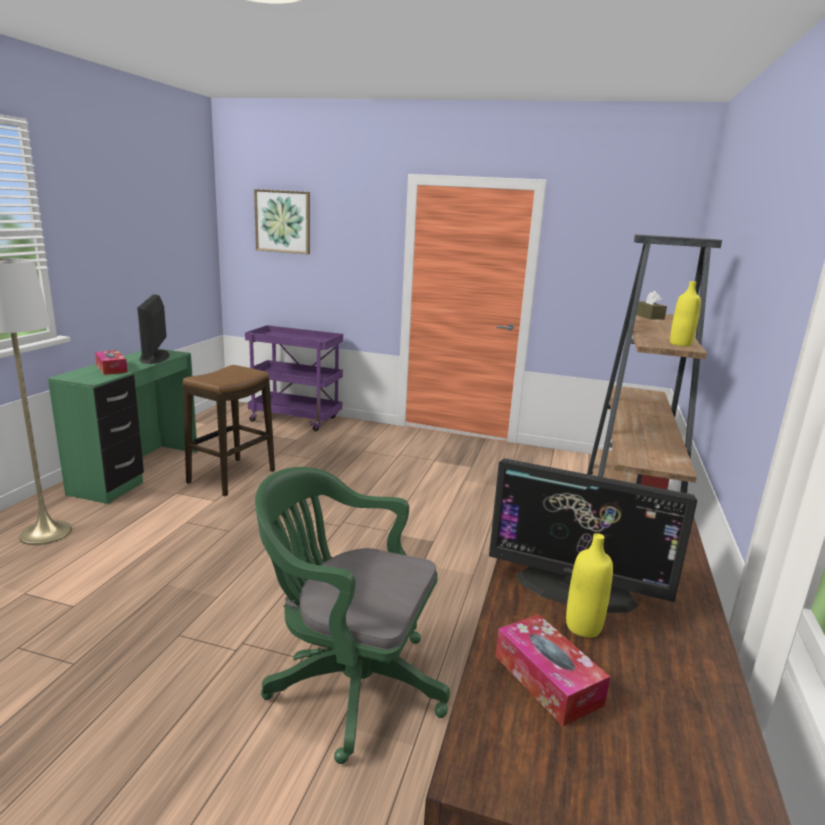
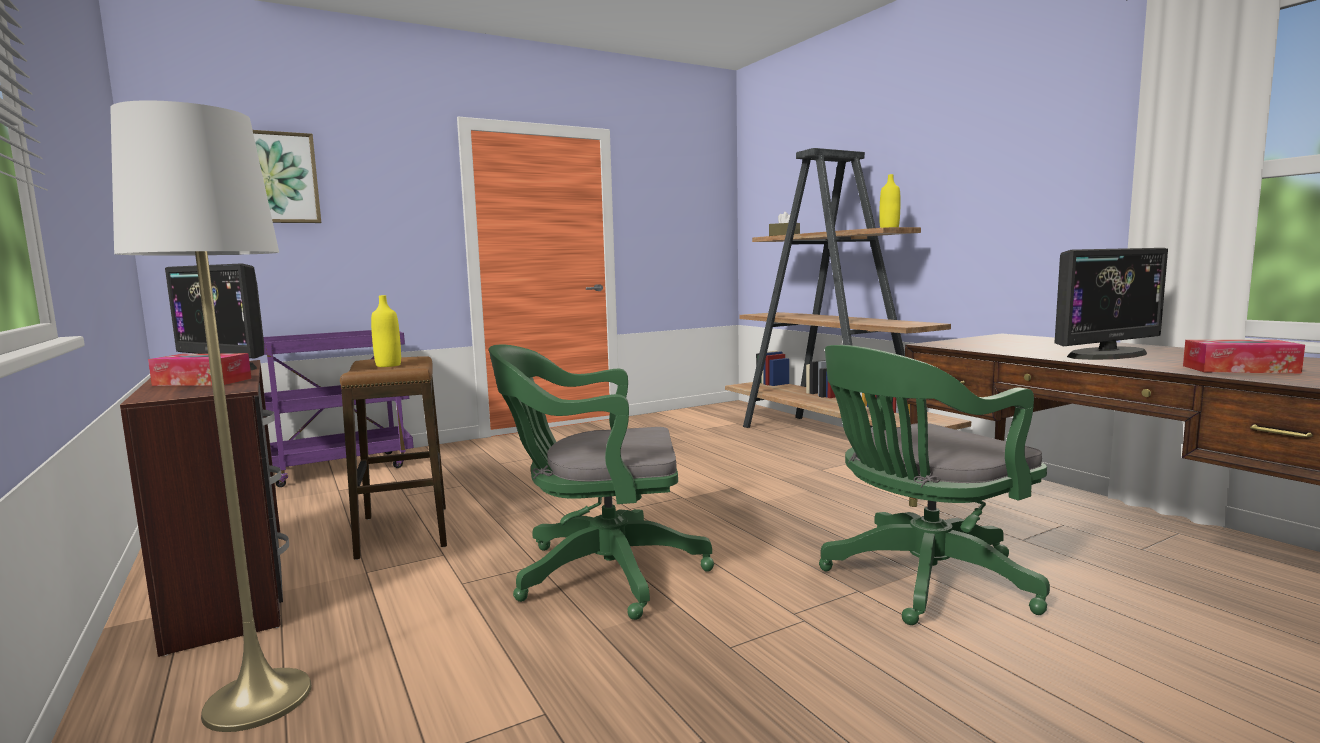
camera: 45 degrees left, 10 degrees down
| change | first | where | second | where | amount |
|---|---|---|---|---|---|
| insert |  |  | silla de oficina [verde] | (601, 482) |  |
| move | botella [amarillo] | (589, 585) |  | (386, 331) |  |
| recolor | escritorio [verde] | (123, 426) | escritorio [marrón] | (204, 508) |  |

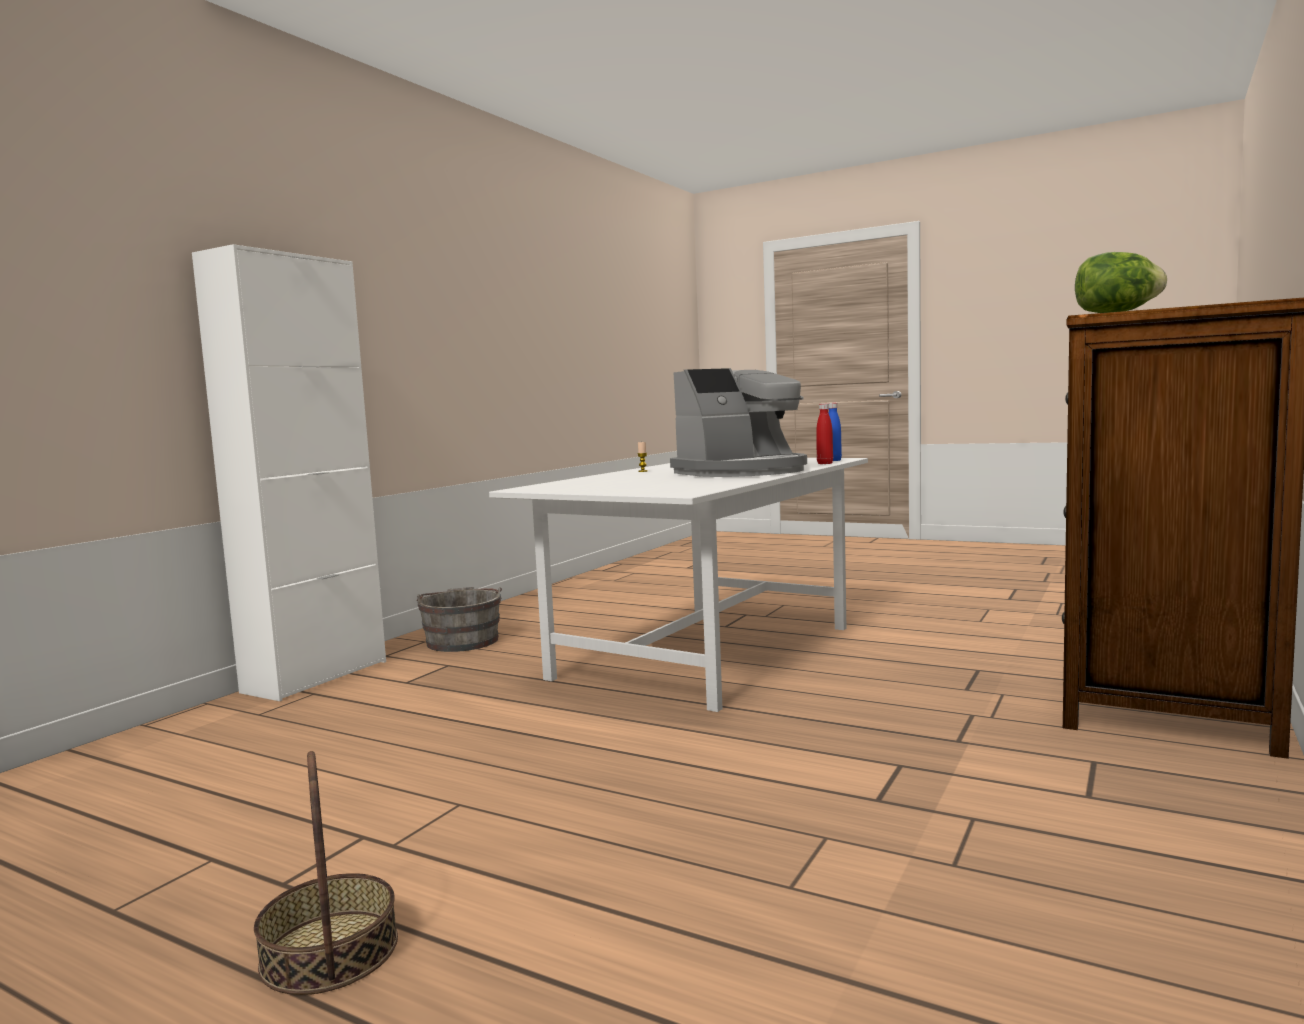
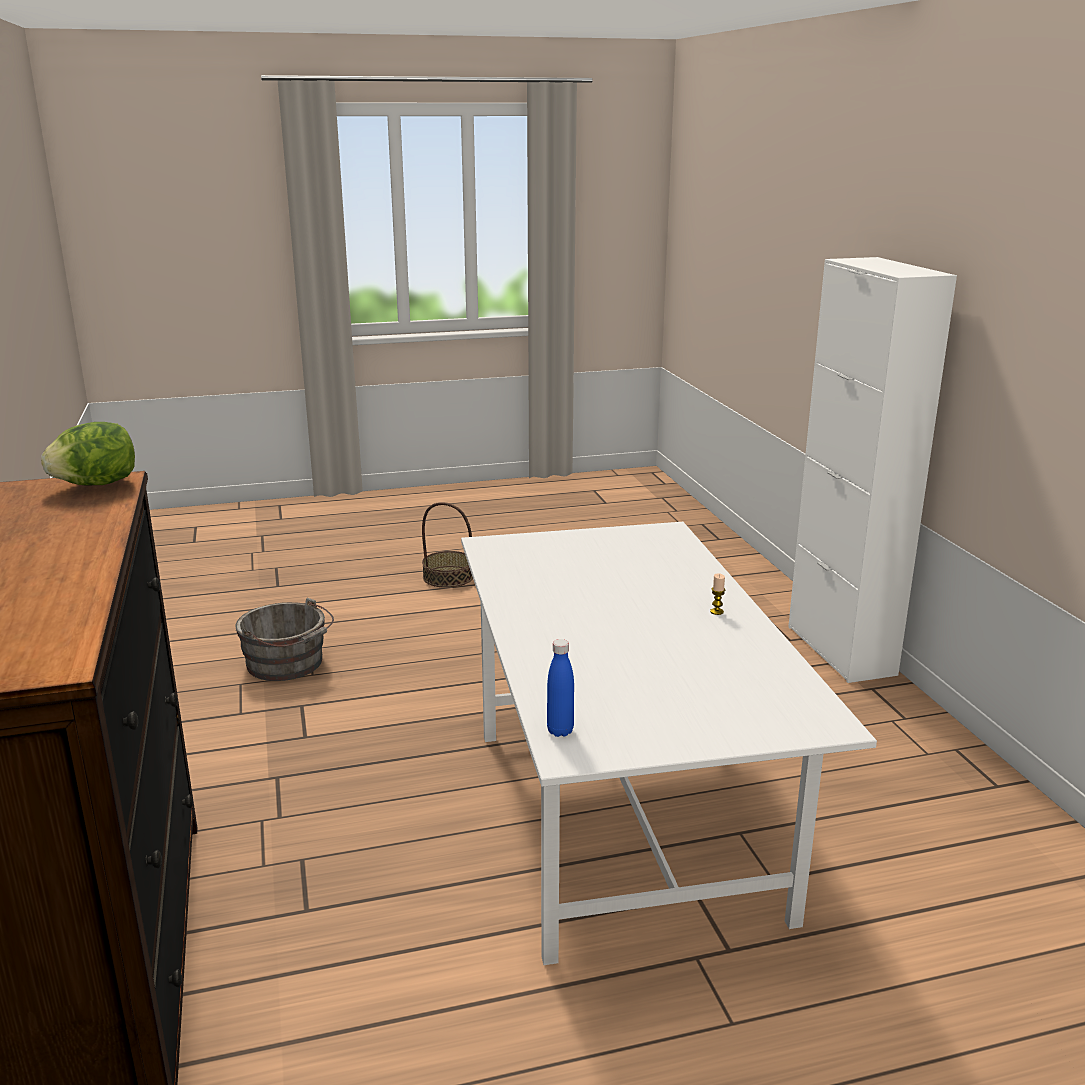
camera: 135 degrees right, 15 degrees up
| change | first | where | second | where | amount |
|---|---|---|---|---|---|
| delete | cafetera | (738, 422) |  |  |  |
| delete | botella [rojo] | (824, 433) |  |  |  |
| move | cubo [gris] | (459, 619) |  | (285, 639) |  |

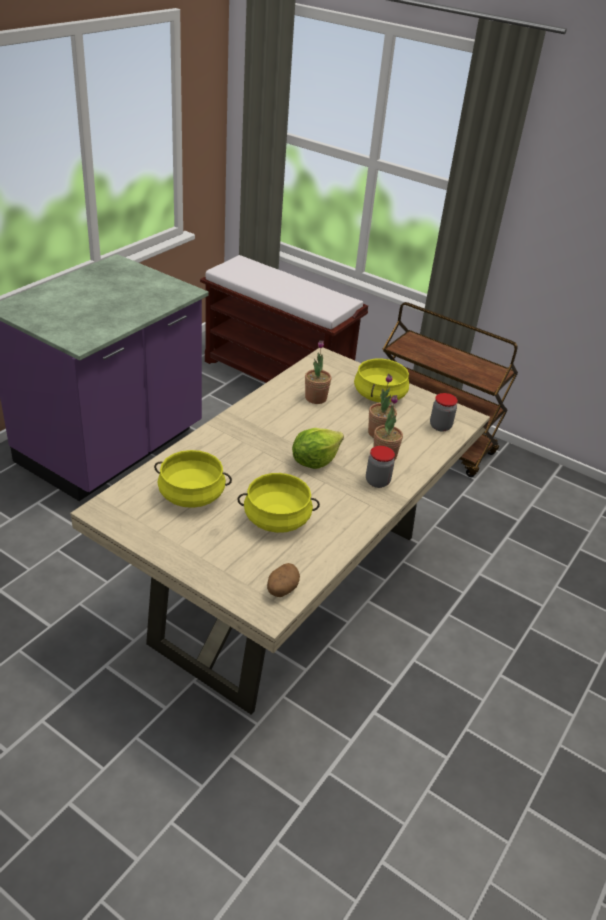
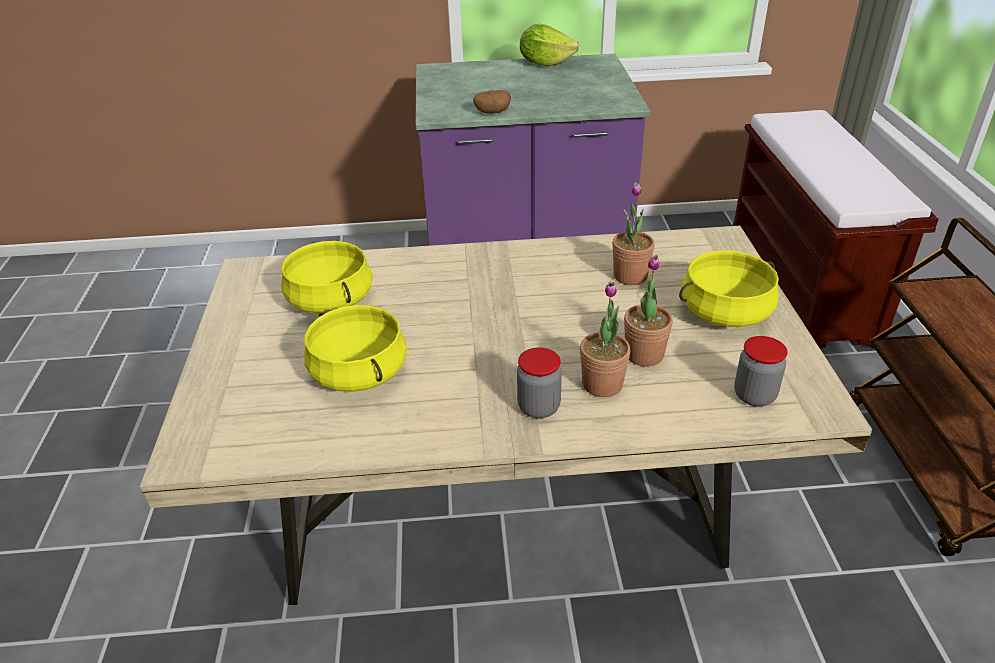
camera: 55 degrees right, 0 degrees up
| change | first | where | second | where | amount |
|---|---|---|---|---|---|
| move | patata | (283, 580) |  | (492, 102) |  |
| move | lechuga | (318, 448) |  | (549, 45) |  |

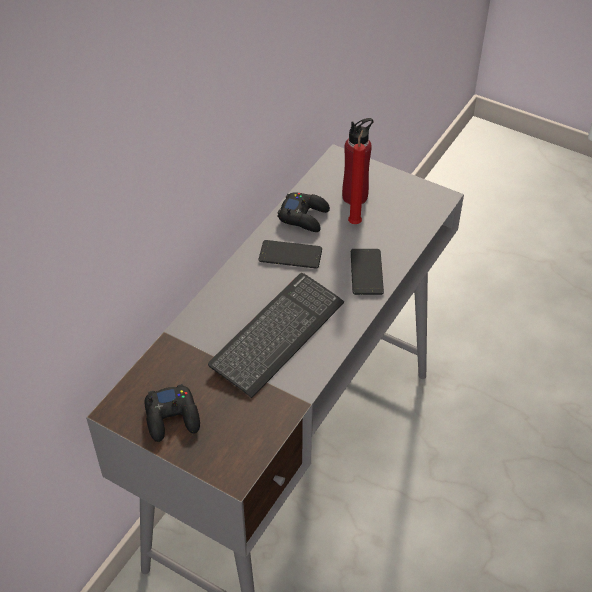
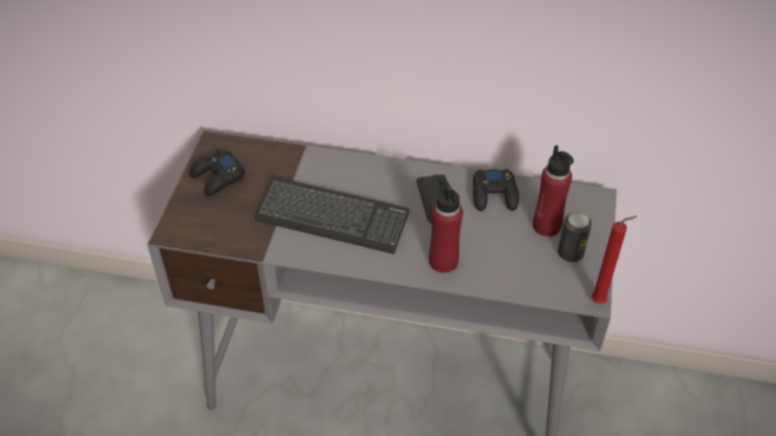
camera: 70 degrees right, 0 degrees up
| change | first | where | second | where | amount |
|---|---|---|---|---|---|
| insert |  |  | lata | (575, 237) |  |
| move | vela [rojo] | (356, 177) |  | (614, 260) |  |
| replace | móvil | (367, 272) | botella [rojo] | (446, 225) |  |

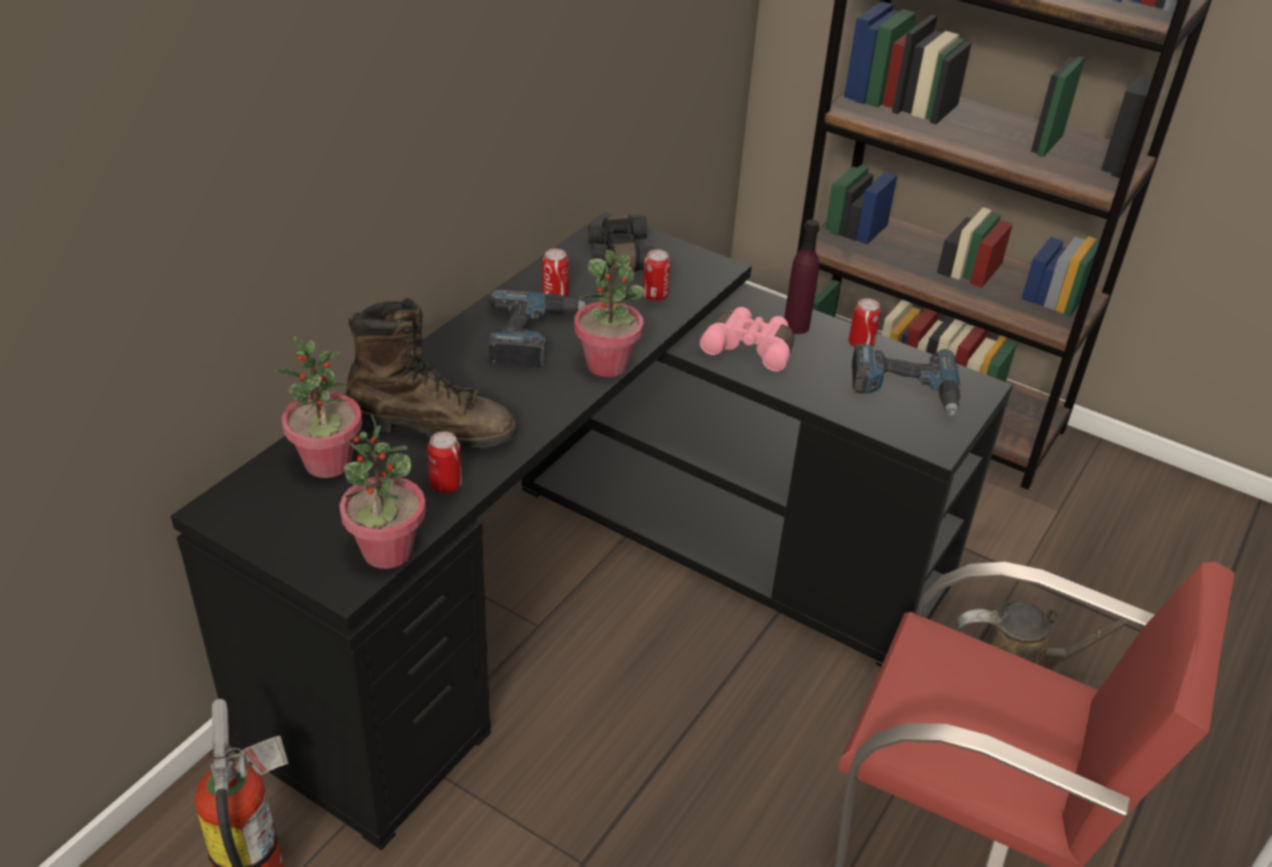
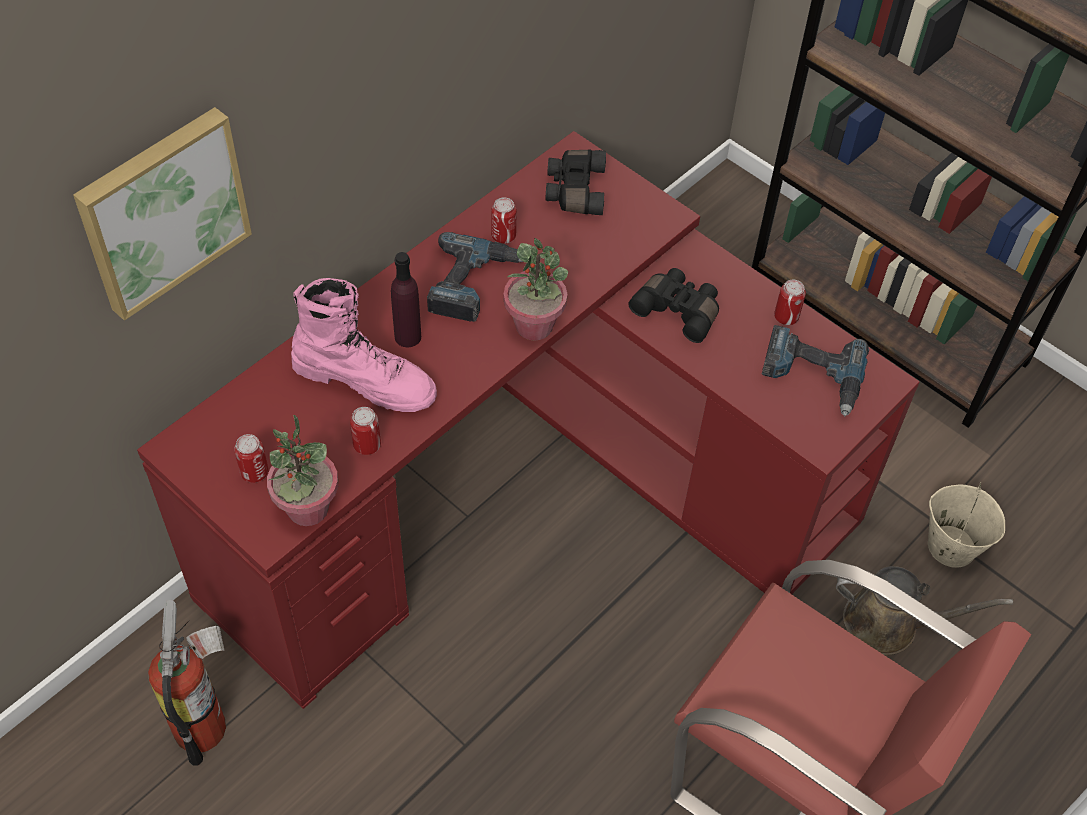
camera: 10 degrees right, 15 degrees up
| change | first | where | second | where | amount |
|---|---|---|---|---|---|
| delete | planta en maceta | (318, 407) |  |  |  |
| insert |  |  | cuadro | (162, 214) |  |
| insert |  |  | cubo [beis] | (966, 525) |  |
| move | lata | (657, 275) |  | (251, 458) |  |
| move | botella [morado] | (802, 276) |  | (406, 299) |  |
| recolor | escritorio [negro] | (592, 531) | escritorio [rojo] | (528, 420) |  |
| recolor | bota [marrón] | (431, 373) | bota [rosa] | (364, 345) |  |
| recolor | prismáticos [rosa] | (747, 339) | prismáticos [negro] | (673, 305) |  |

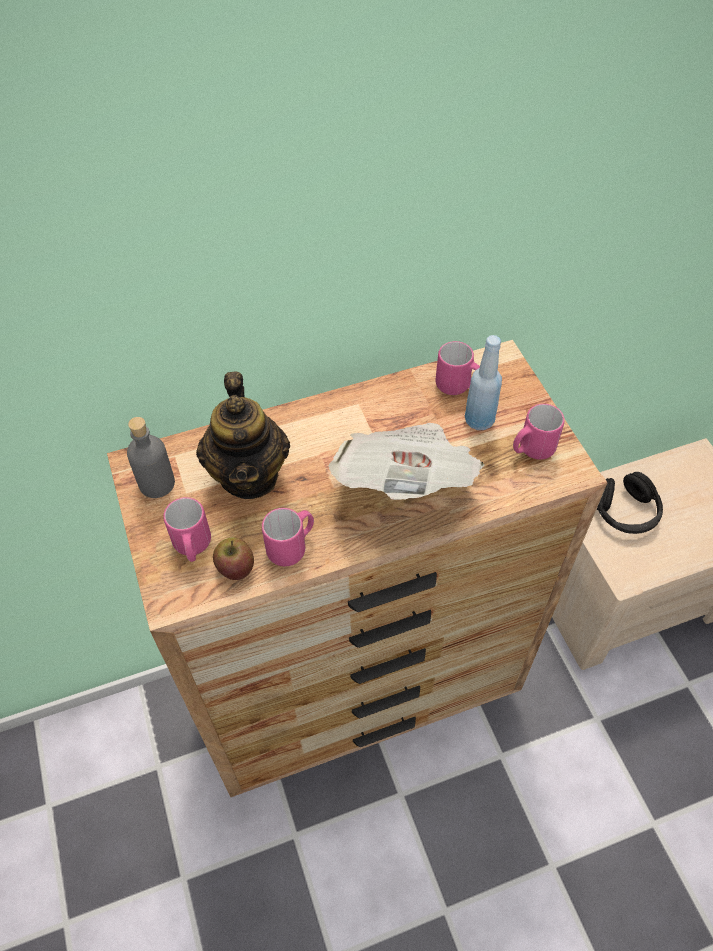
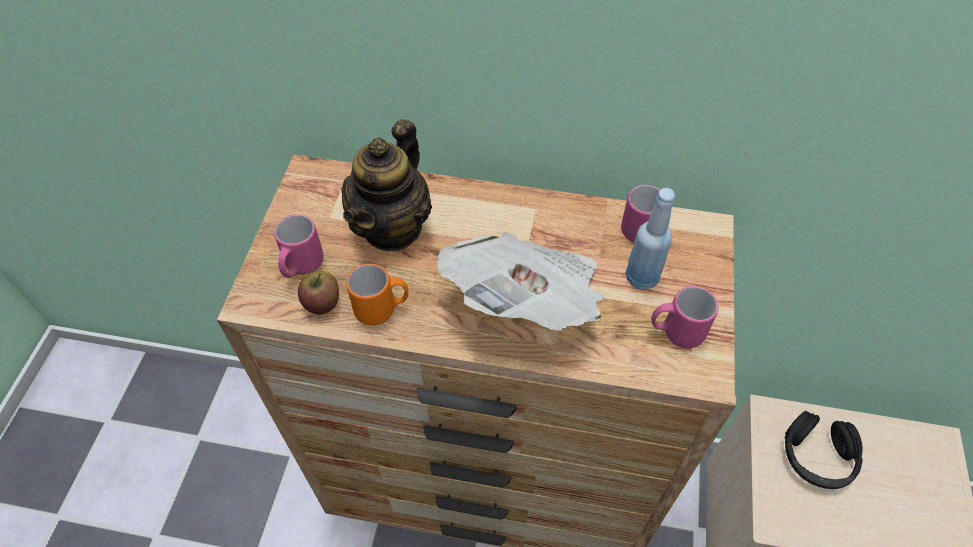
camera: 30 degrees right, 0 degrees up
| change | first | where | second | where | amount |
|---|---|---|---|---|---|
| delete | botella [gris] | (151, 457) |  |  |  |
| recolor | taza grande [rosa] | (288, 537) | taza grande [naranja] | (377, 294) |  |

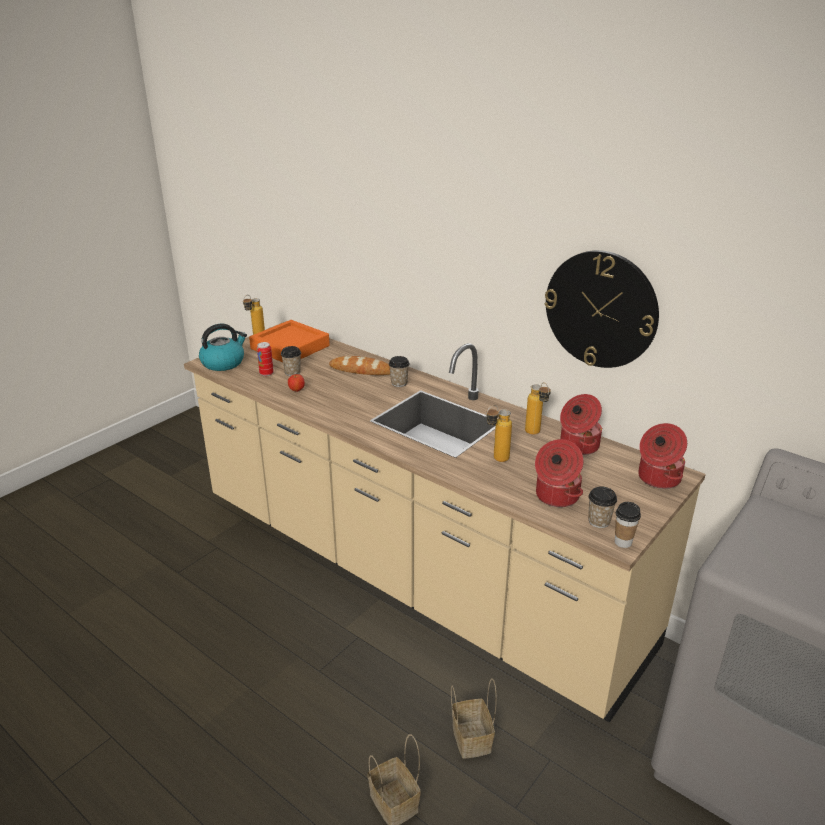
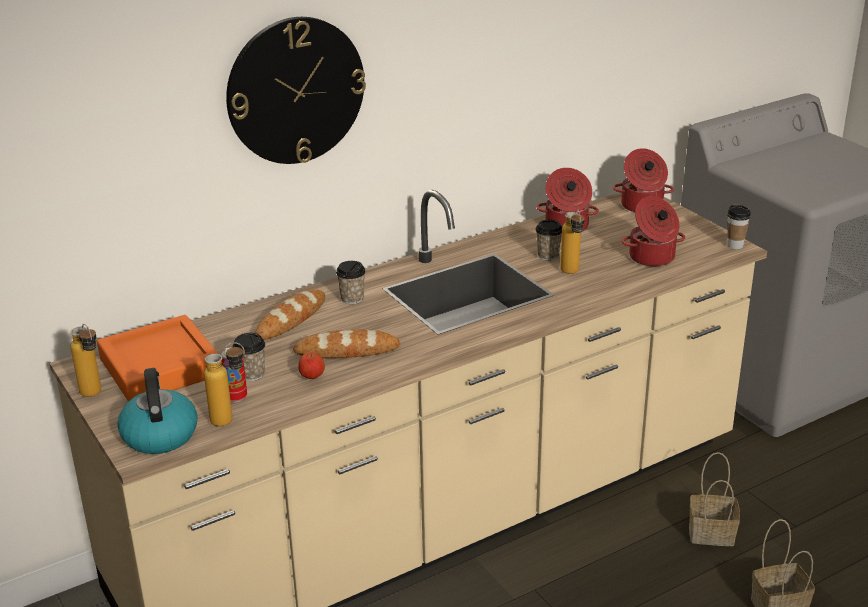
camera: 70 degrees left, 0 degrees up
| change | first | where | second | where | amount |
|---|---|---|---|---|---|
| insert |  |  | pan | (346, 343) |  |
| move | botella | (538, 408) |  | (224, 384) |  |
| move | reloj de pared | (601, 309) |  | (296, 90) |  |
| move | taza | (602, 507) |  | (548, 240) |  |

